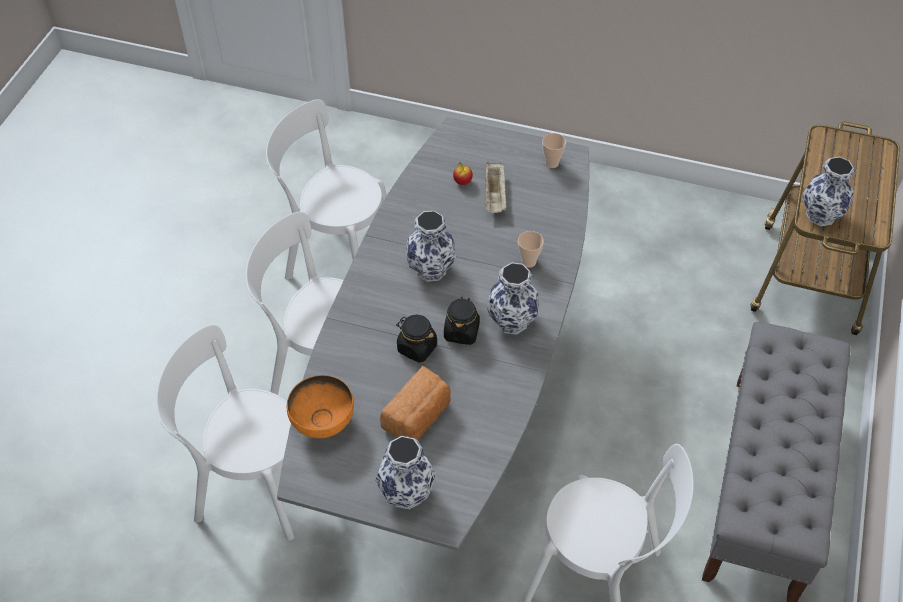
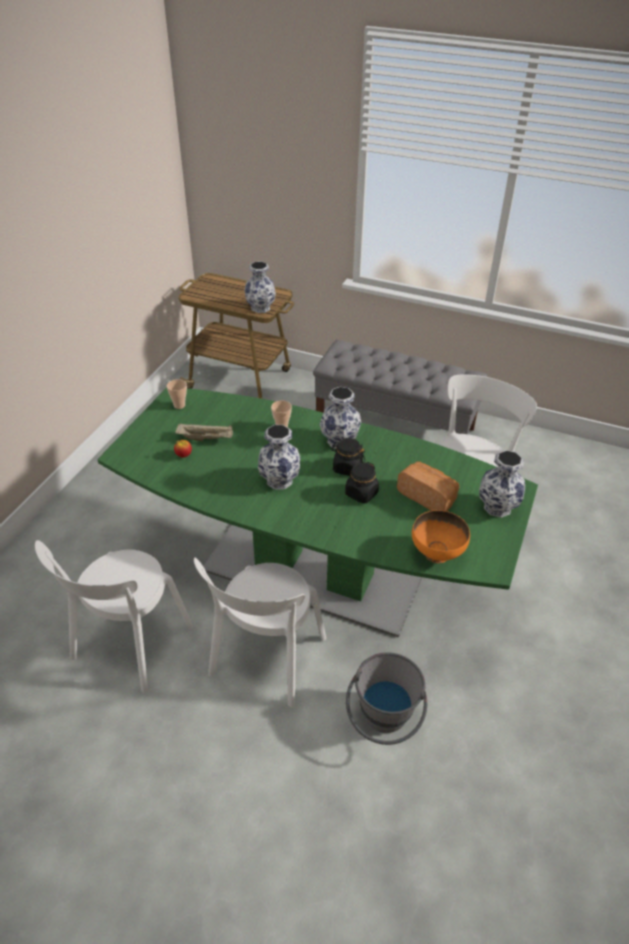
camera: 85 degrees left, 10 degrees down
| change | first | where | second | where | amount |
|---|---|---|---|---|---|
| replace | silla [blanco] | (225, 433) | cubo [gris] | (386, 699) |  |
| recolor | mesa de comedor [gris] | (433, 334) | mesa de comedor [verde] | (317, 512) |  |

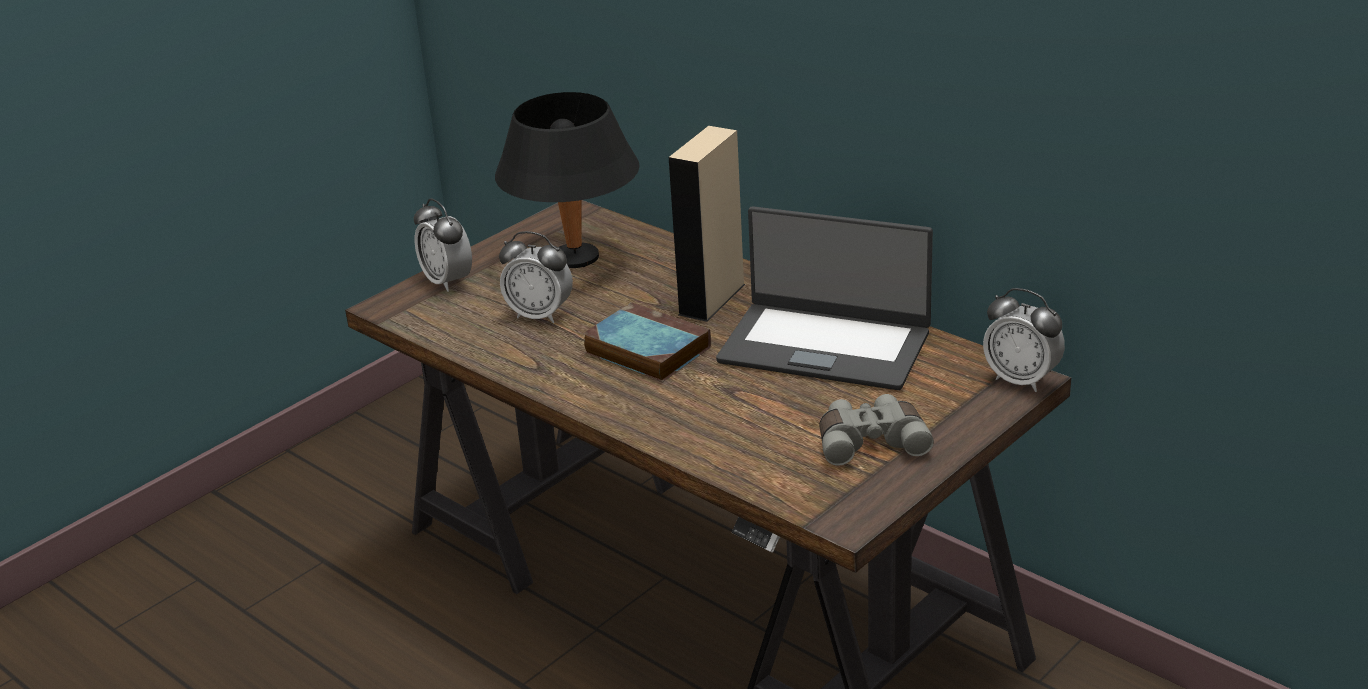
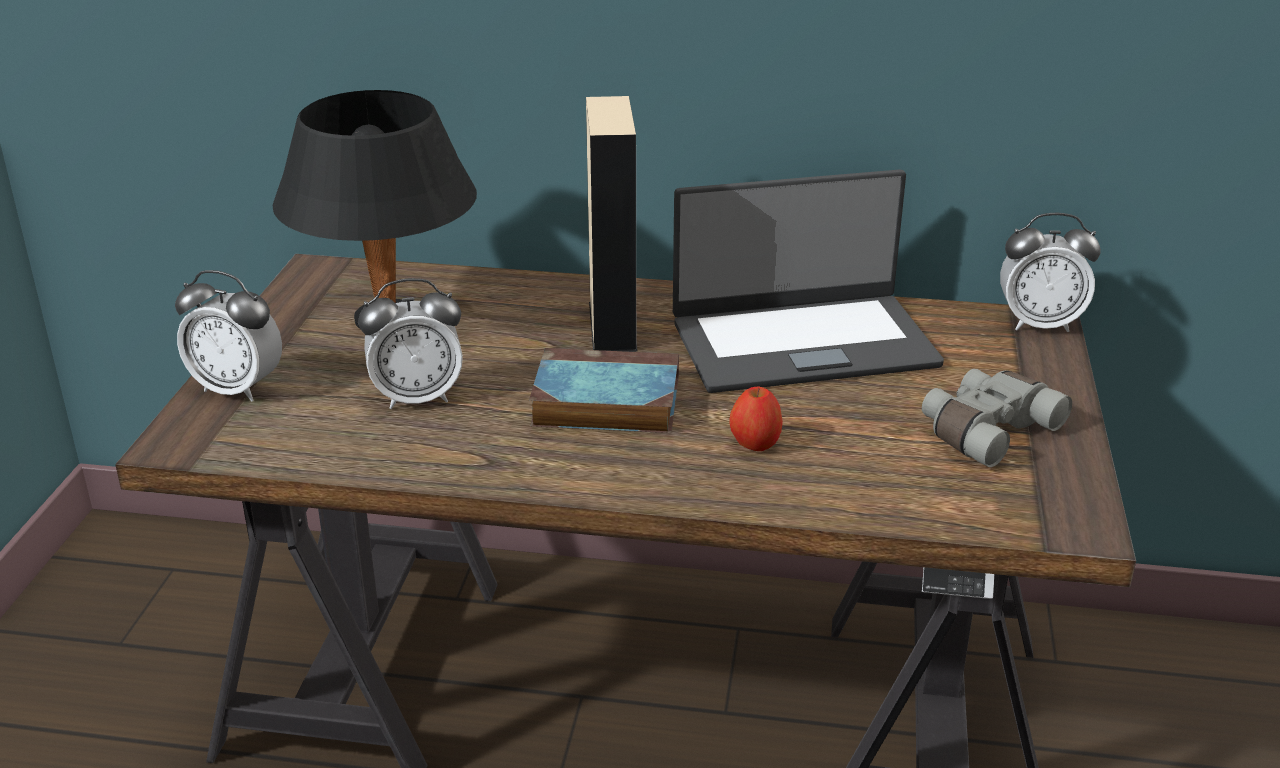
camera: 35 degrees left, 0 degrees up
| change | first | where | second | where | amount |
|---|---|---|---|---|---|
| insert |  |  | manzana | (756, 419) |  |

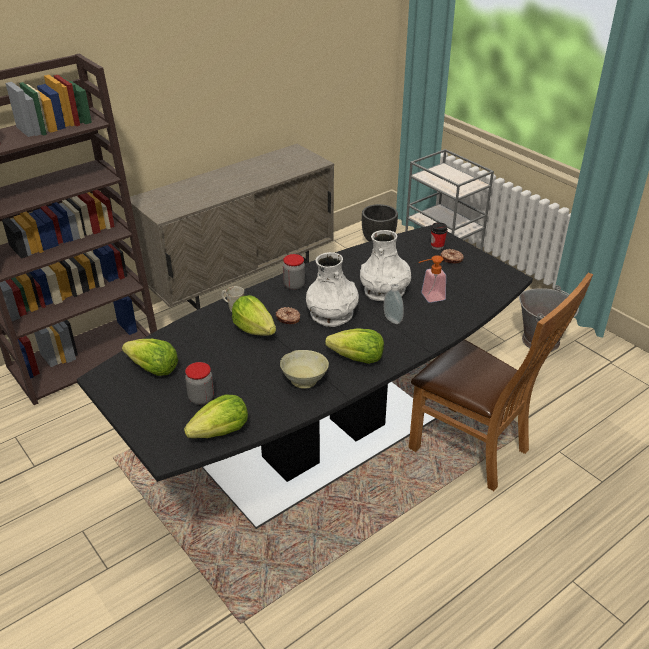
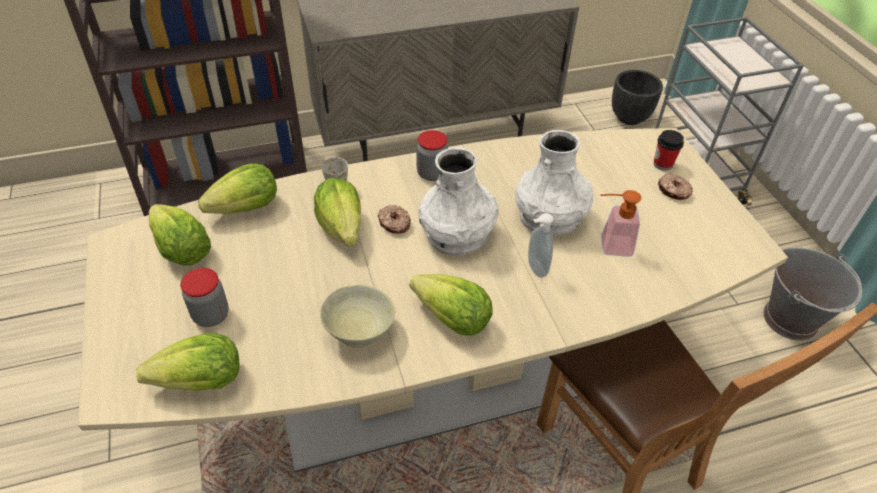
camera: 20 degrees right, 10 degrees up
| change | first | where | second | where | amount |
|---|---|---|---|---|---|
| insert |  |  | lechuga | (237, 188) |  |
| recolor | mesa de comedor [negro] | (305, 377) | mesa de comedor [beis] | (433, 300) |  |

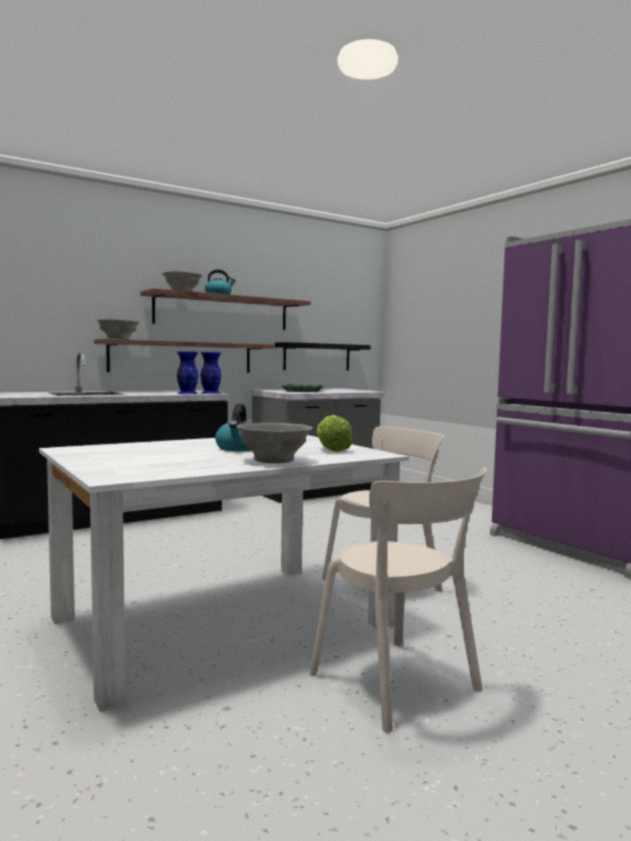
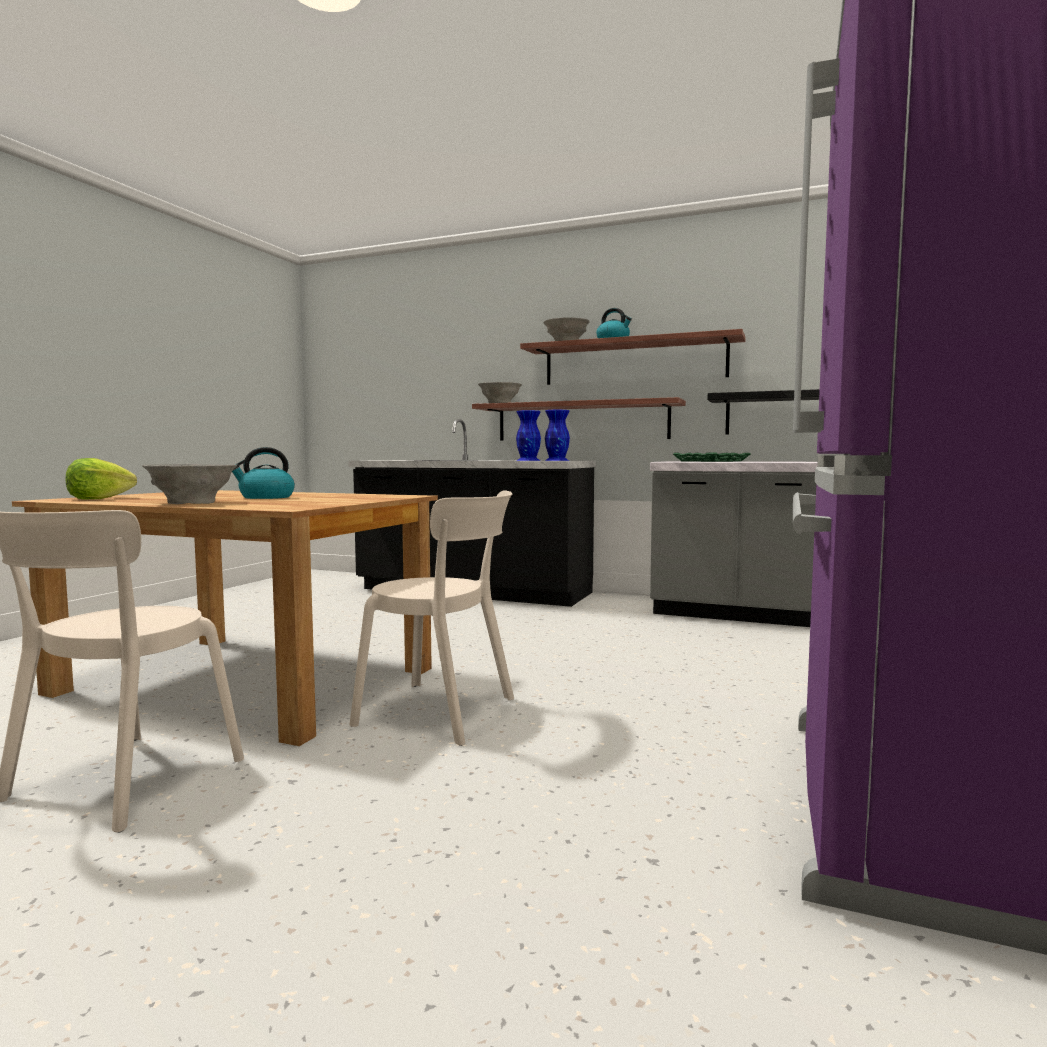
camera: 55 degrees right, 0 degrees up
| change | first | where | second | where | amount |
|---|---|---|---|---|---|
| move | lechuga | (335, 433) |  | (101, 479) |  |
| recolor | mesa de comedor [blanco] | (224, 573) | mesa de comedor [marrón] | (225, 618) |  |

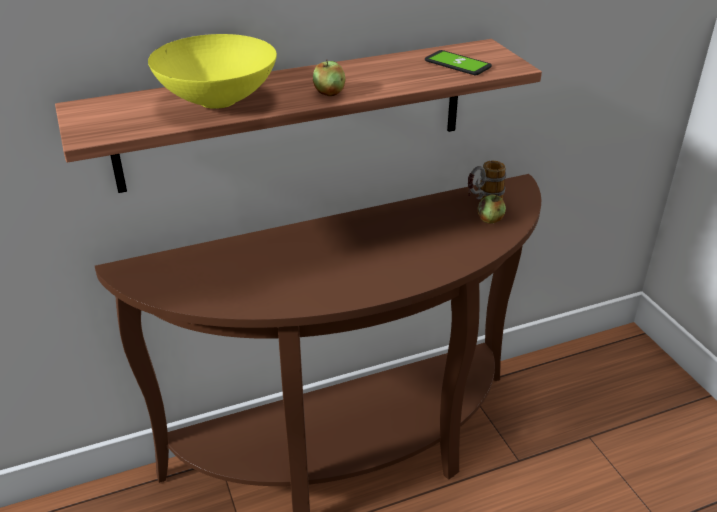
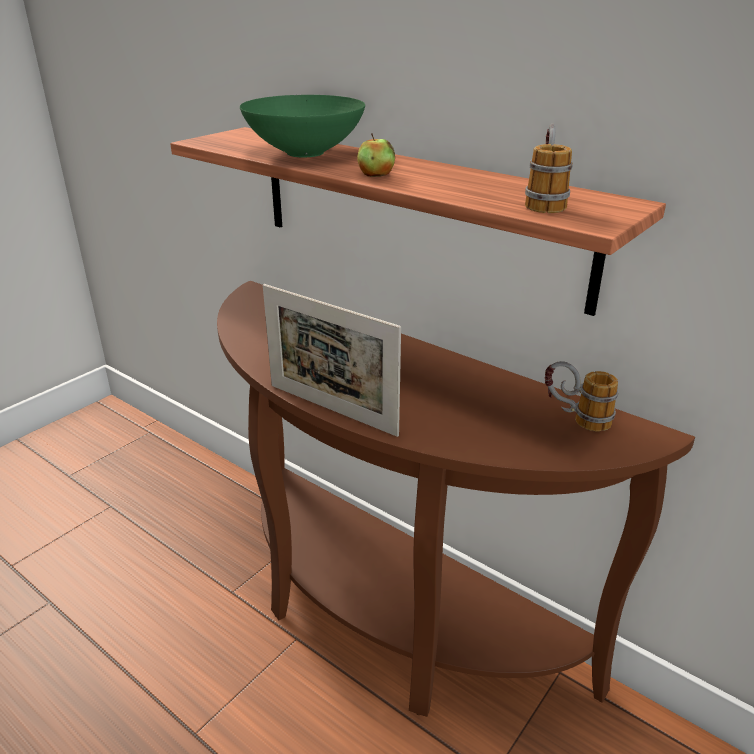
camera: 60 degrees right, 5 degrees down
| change | first | where | second | where | amount |
|---|---|---|---|---|---|
| delete | manzana | (492, 209) |  |  |  |
| insert |  |  | portarretratos | (332, 360) |  |
| replace | móvil | (458, 62) | taza grande | (549, 168) |  |
| recolor | cuenco [amarillo] | (212, 71) | cuenco [verde] | (302, 126) |  |

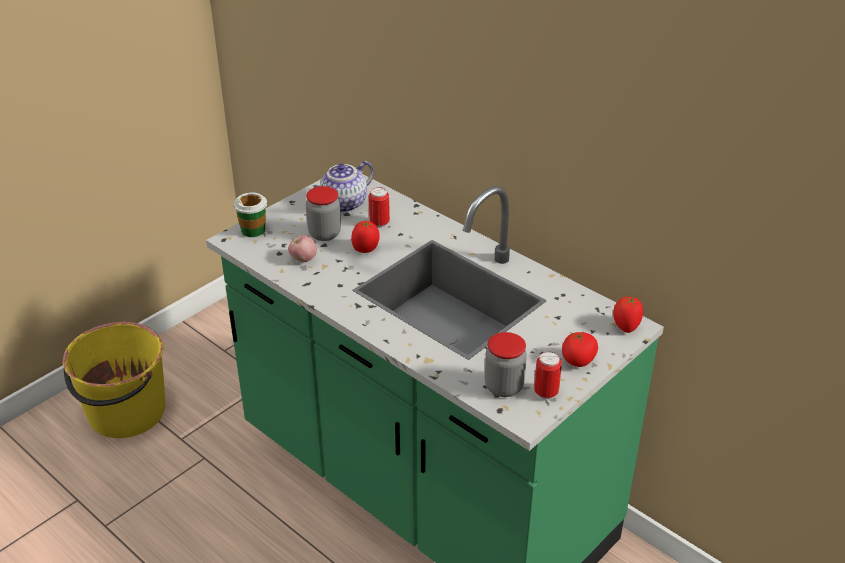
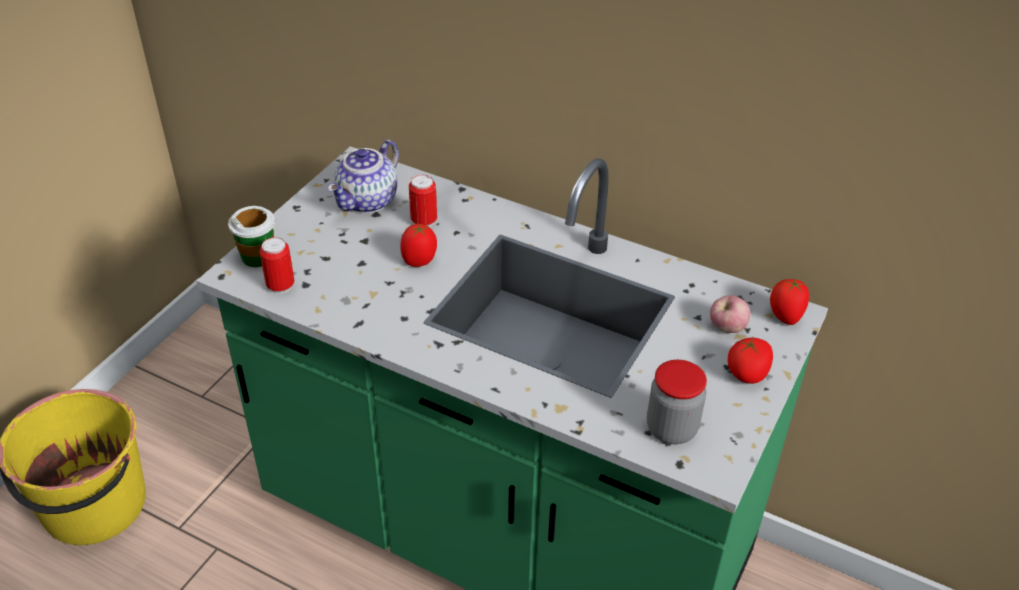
camera: 15 degrees left, 5 degrees up
| change | first | where | second | where | amount |
|---|---|---|---|---|---|
| delete | tarro | (323, 213) |  |  |  |
| move | manzana | (302, 248) |  | (730, 314) |  |
| move | lata | (548, 376) |  | (277, 265) |  |

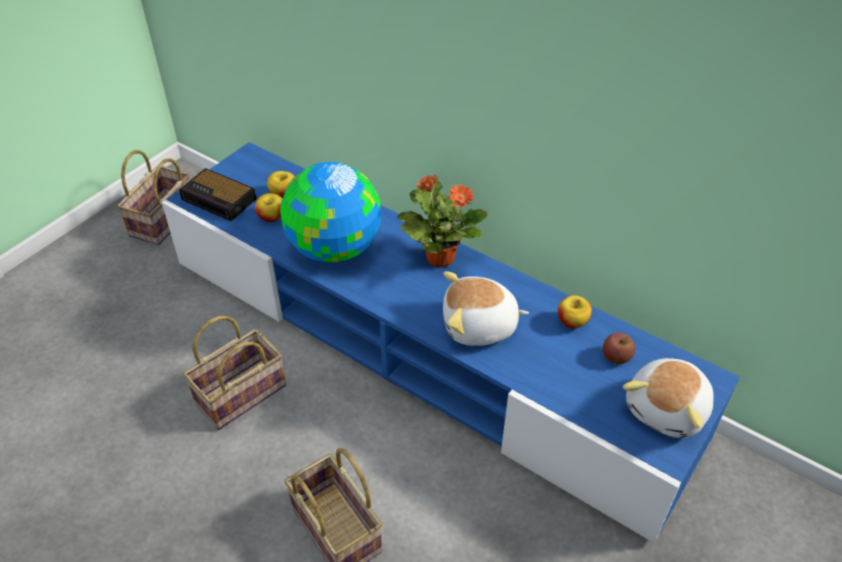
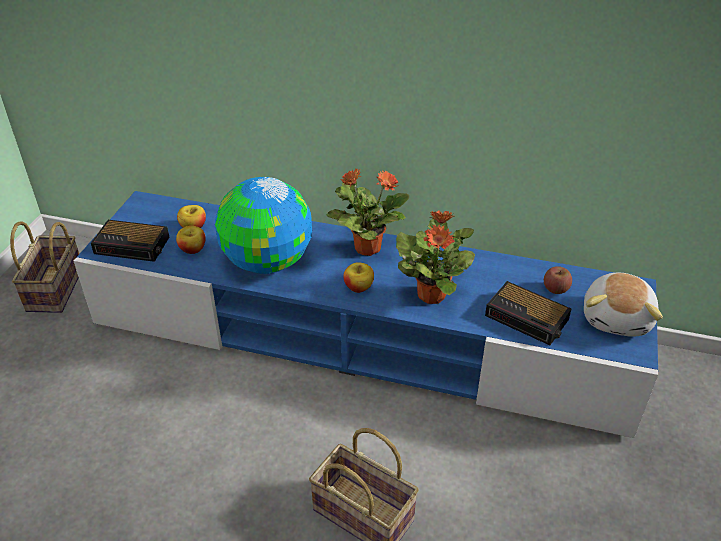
camera: 20 degrees left, 5 degrees down
| change | first | where | second | where | amount |
|---|---|---|---|---|---|
| delete | cesta | (234, 373) |  |  |  |
| insert |  |  | despertador | (528, 313) |  |
| move | manzana | (575, 311) |  | (358, 277) |  |
| replace | peluche | (486, 308) | planta en maceta | (435, 257) |  |

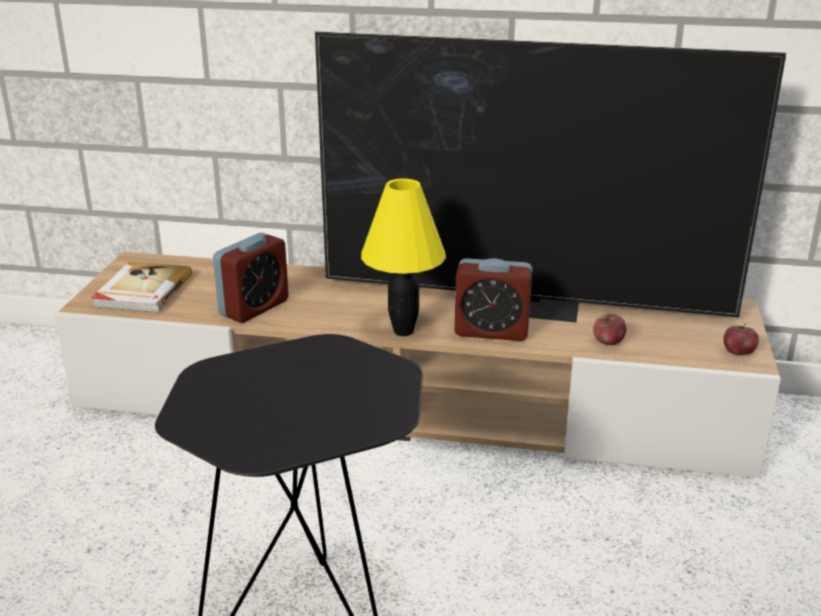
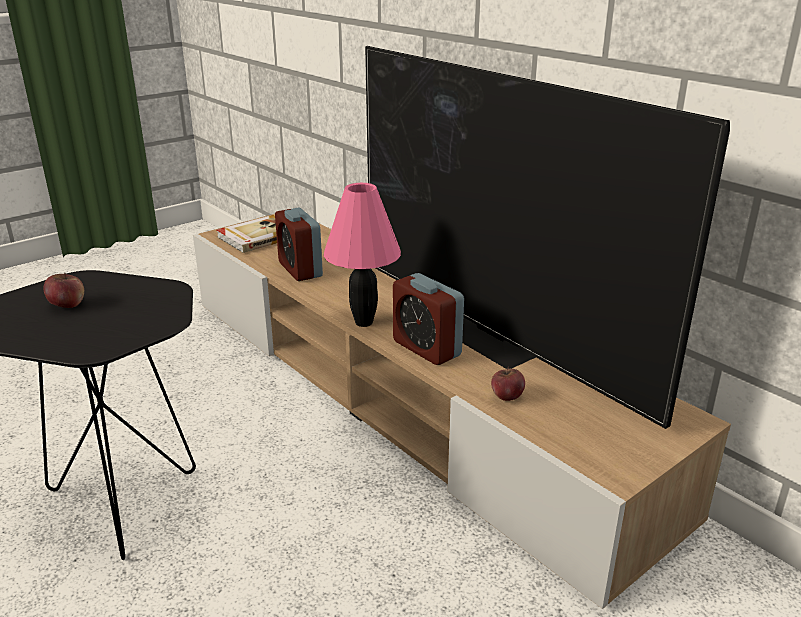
camera: 40 degrees right, 0 degrees up
| change | first | where | second | where | amount |
|---|---|---|---|---|---|
| move | manzana | (741, 339) |  | (64, 290) |  |
| recolor | lámpara de mesa [amarillo] | (403, 257) | lámpara de mesa [rosa] | (362, 255) |  |
| rotate | despertador | (251, 278) |  | (299, 244) | 75 degrees clockwise |

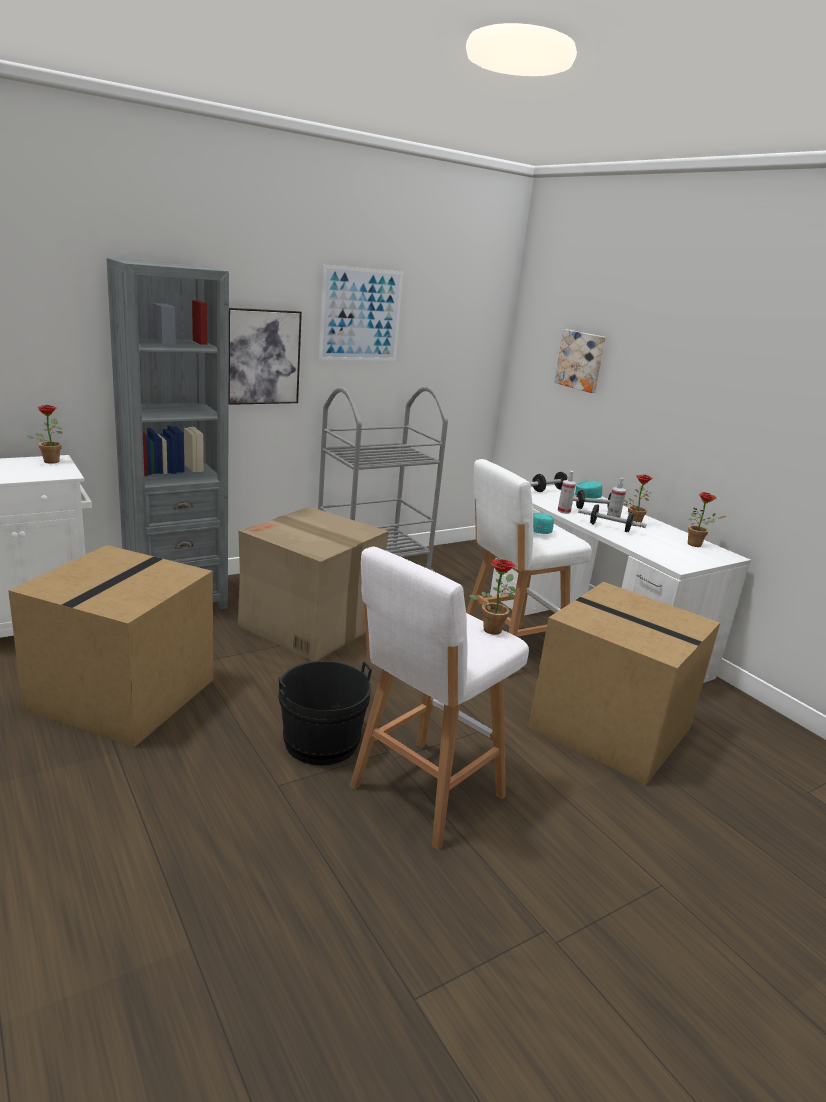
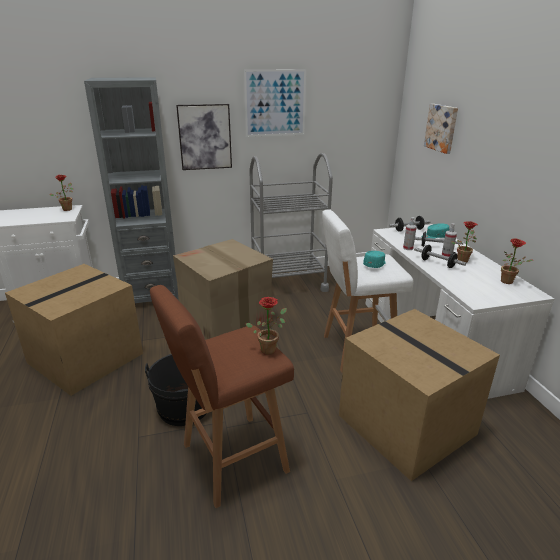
camera: 20 degrees right, 5 degrees up
| change | first | where | second | where | amount |
|---|---|---|---|---|---|
| recolor | taburete [blanco] | (439, 698) | taburete [marrón] | (222, 396) |  |

